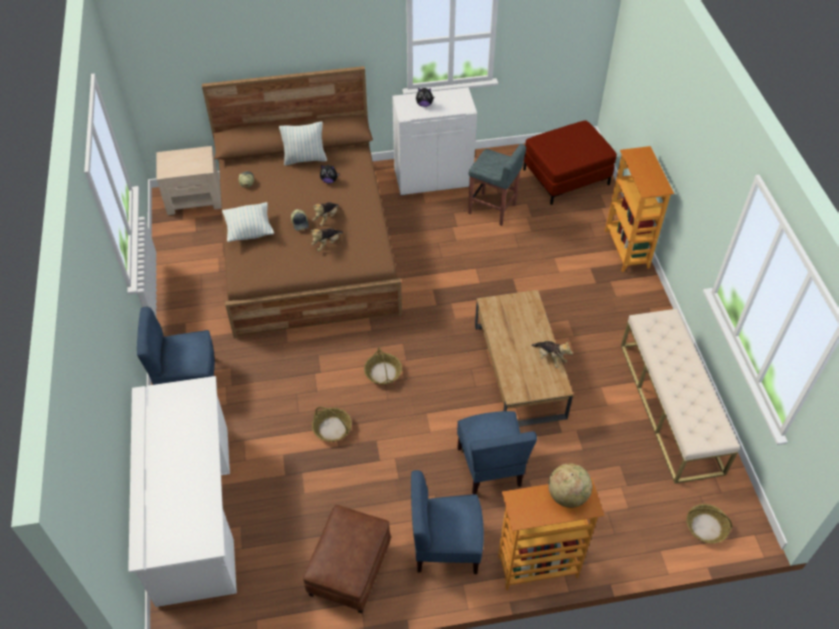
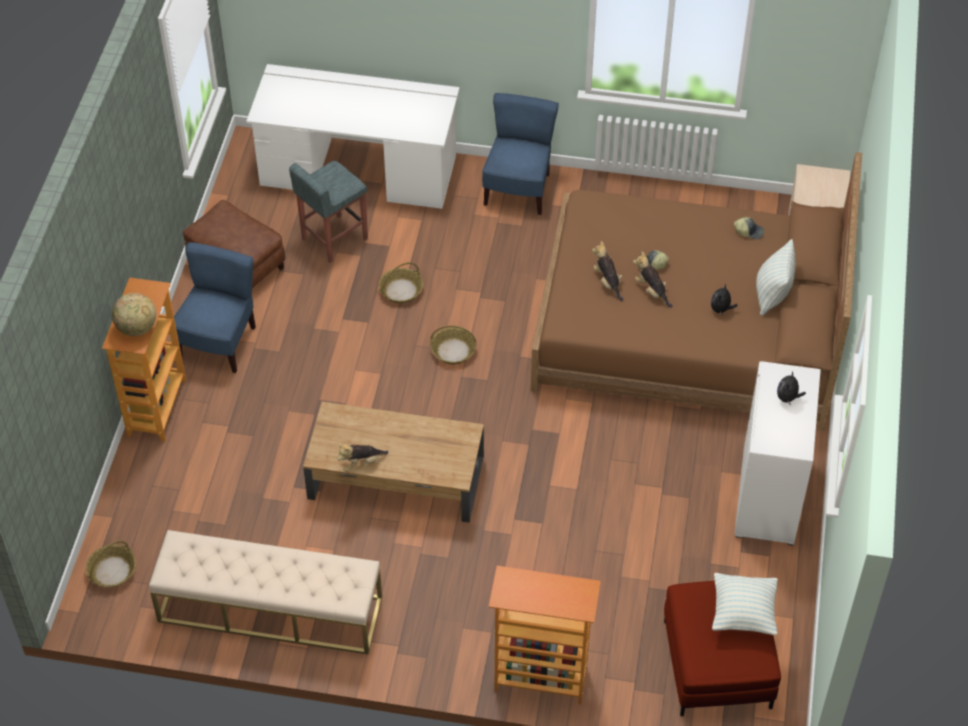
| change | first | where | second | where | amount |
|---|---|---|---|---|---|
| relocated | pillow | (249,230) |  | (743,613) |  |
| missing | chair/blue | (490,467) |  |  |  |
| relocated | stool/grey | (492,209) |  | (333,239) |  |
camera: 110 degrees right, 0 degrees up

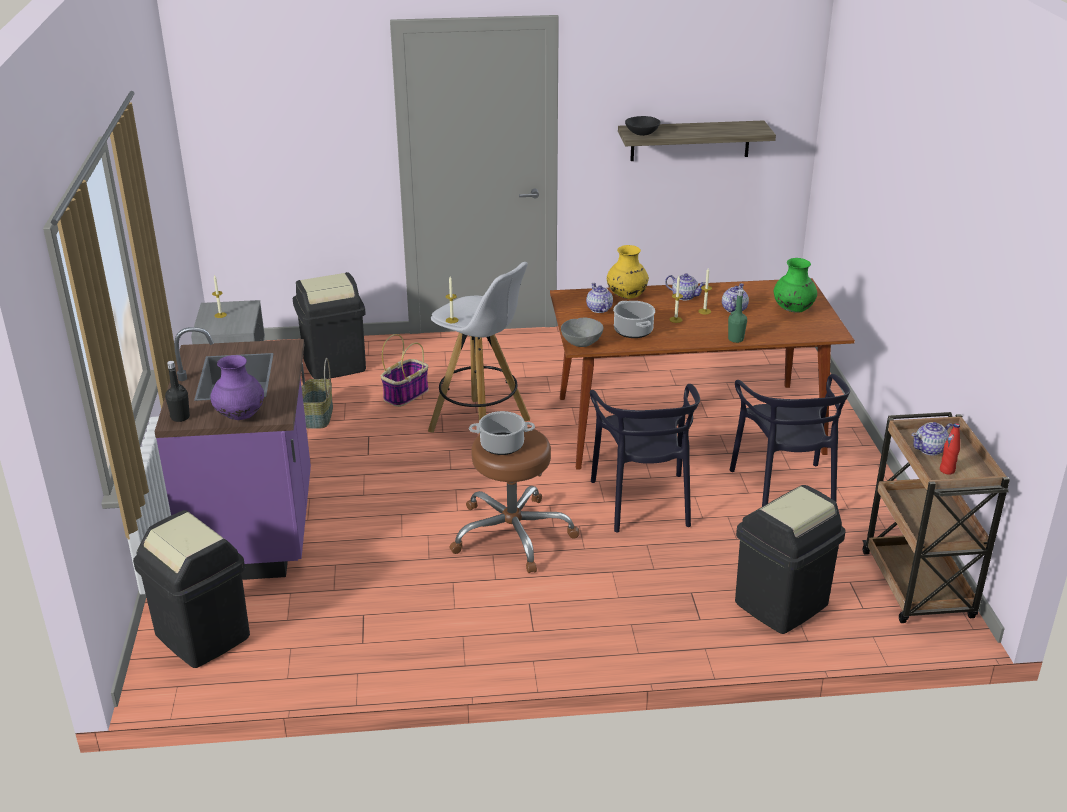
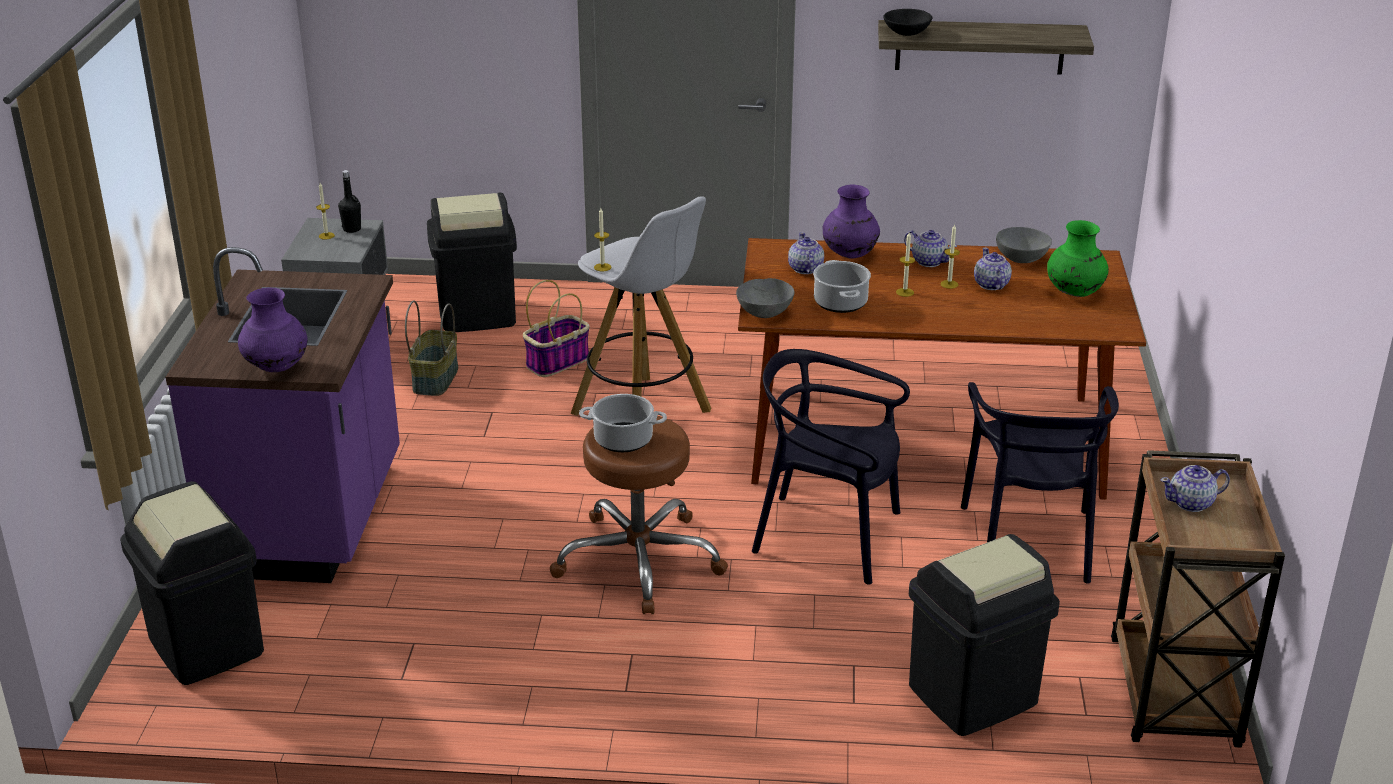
| change | first | where | second | where | amount |
|---|---|---|---|---|---|
| relocated | bottle/black | (180,417) |  | (352,229) |  |
| spun | chair/black | (643,501) |  | (828,536) | 105 degrees clockwise |
| colour | vase/yellow | (626,296) | vase/purple | (849,254) |  |
| spun | teapot | (734,309) |  | (991,285) | 45 degrees counterclockwise |
| missing | bottle/green | (735,339) |  |  |  |
| missing | bottle/red | (947,470) |  |  |  |
| appeared |  |  | bowl/grey | (1021,258) |  |
camera: 10 degrees right, 0 degrees up

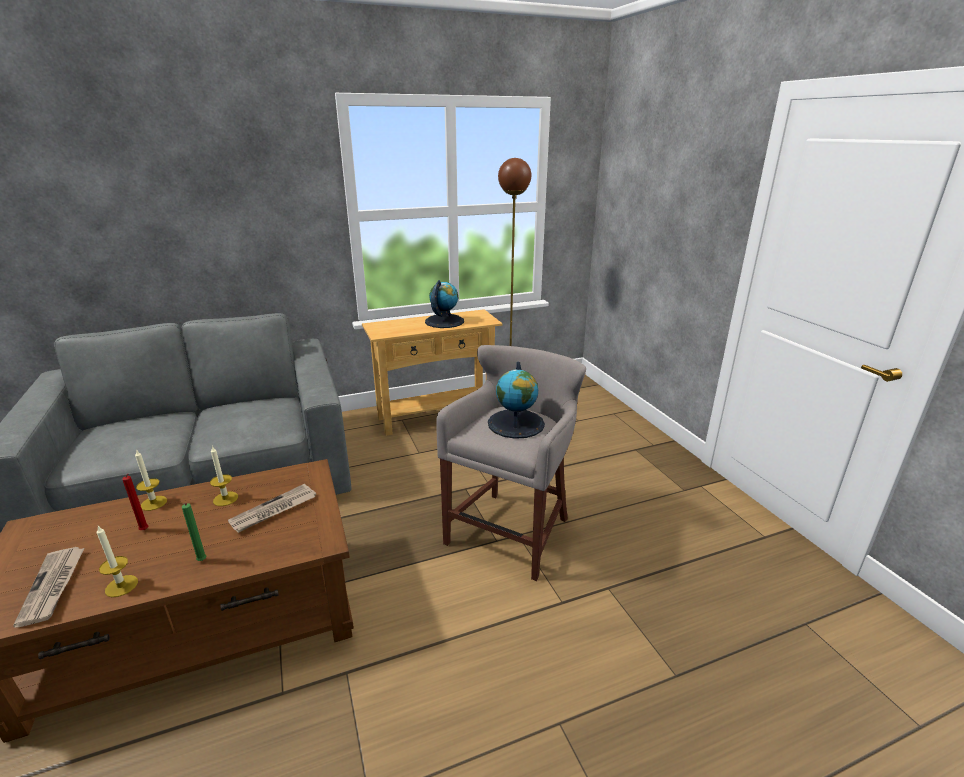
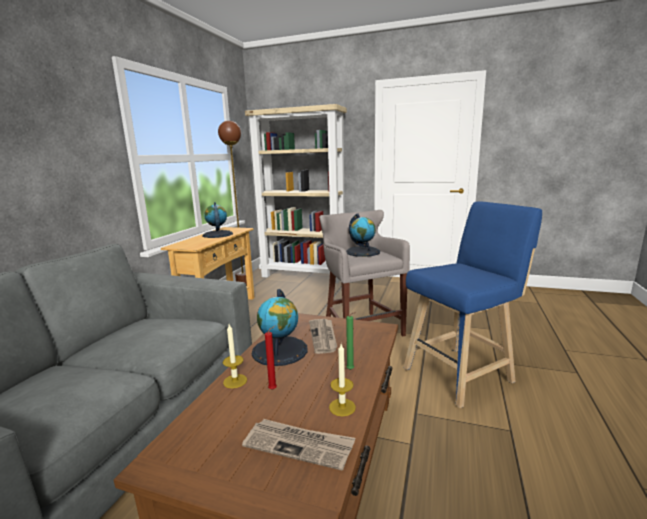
| change | first | where | second | where | amount |
|---|---|---|---|---|---|
| exchanged | candle | (225,499) | globe | (280,350) |  |
| appeared |  |  | bookcase/beige | (304,275) |  |
| appeared |  |  | stool/blue | (461,373) |  |
camera: 50 degrees left, 10 degrees down

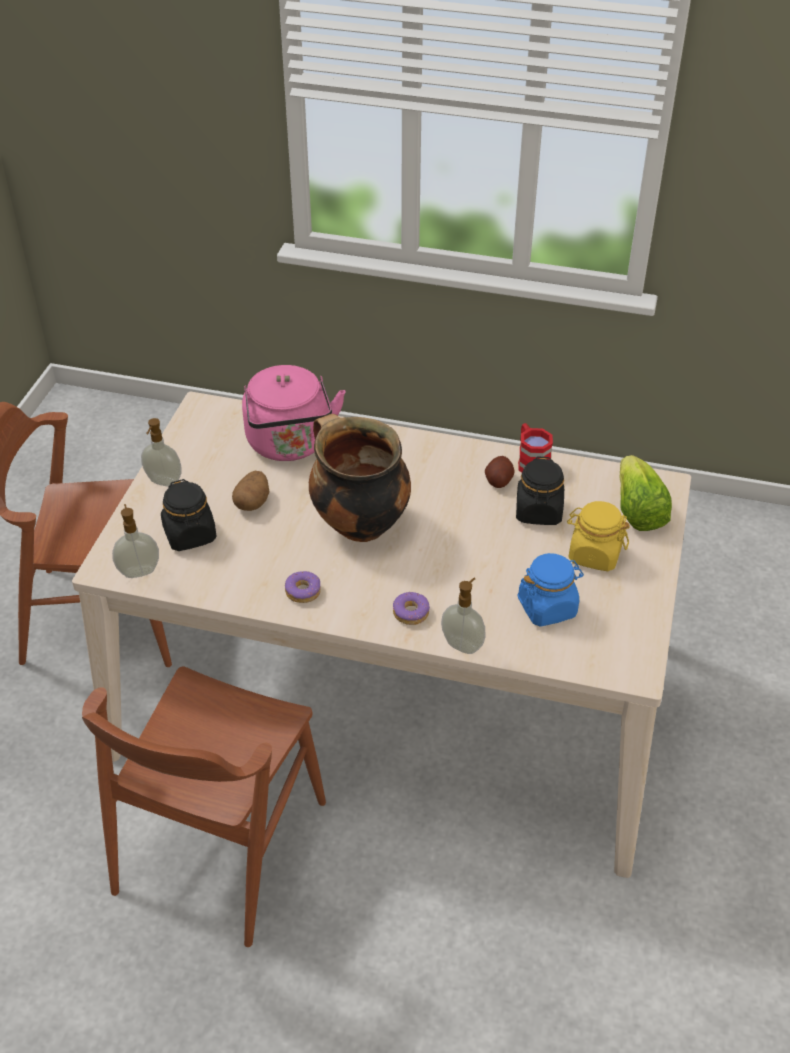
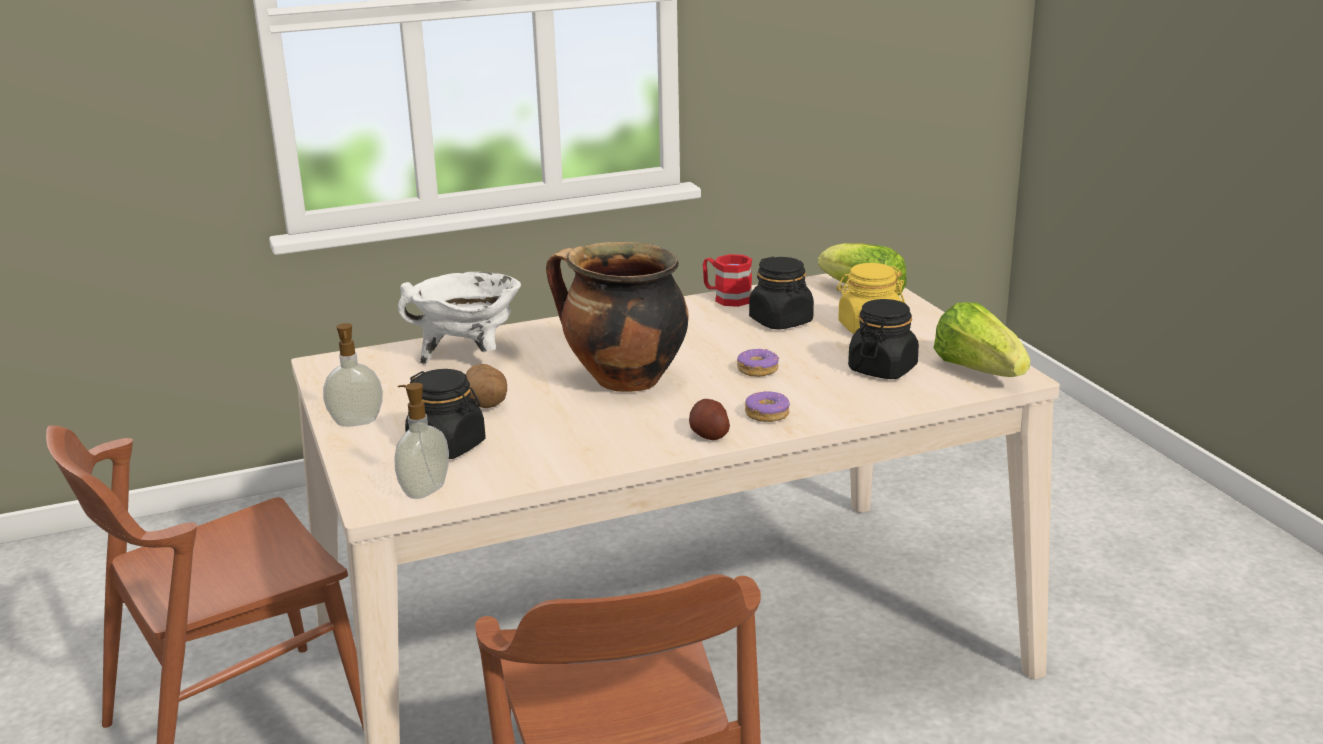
| change | first | where | second | where | amount |
|---|---|---|---|---|---|
| exchanged | kettle/pink | (290,445) | cooking pot/white | (469,357) |  |
| relocated | donut | (303,591) |  | (757,370) |  |
| missing | soap dispenser | (463,644) |  |  |  |
| relocated | potato | (498,480) |  | (709,435) |  |
| colour | jar/blue | (547,607) | jar/black | (882,369) |  |
| appeared |  |  | lettuce | (978,371) |  |
camera: 35 degrees left, 20 degrees down

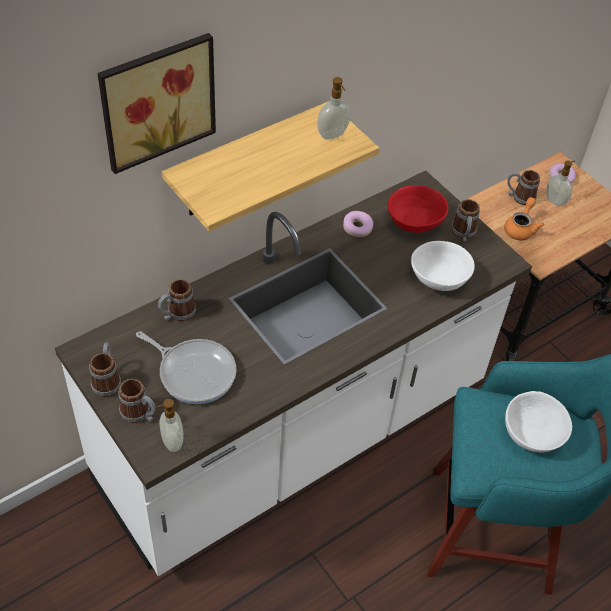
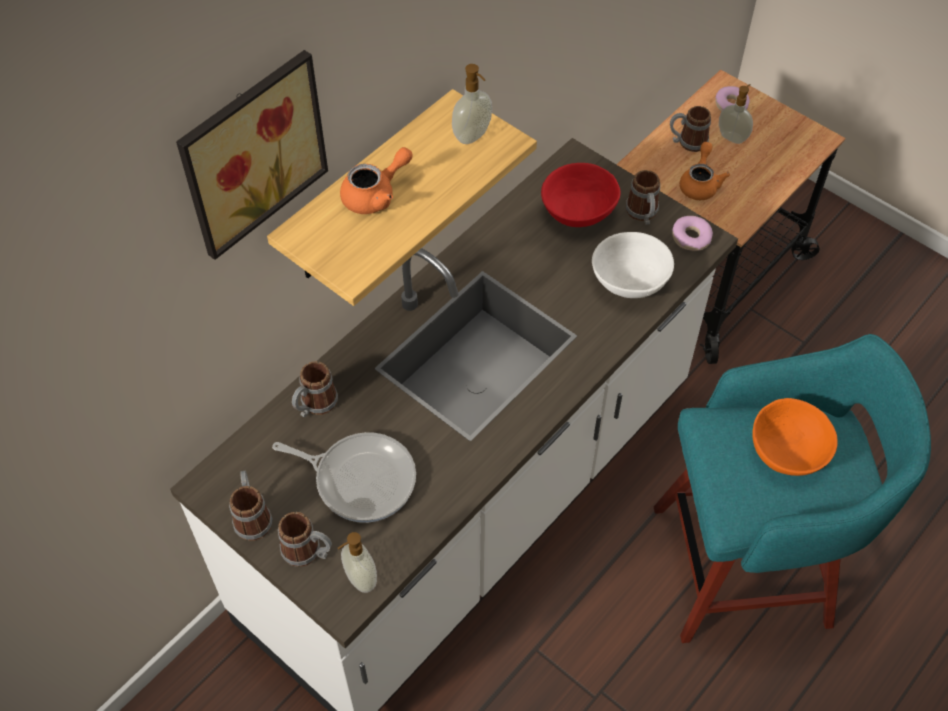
| change | first | where | second | where | amount |
|---|---|---|---|---|---|
| relocated | donut | (357,228) |  | (691,238) |  |
| colour | bowl/white | (531,433) | bowl/orange | (786,451) |  |
| appeared |  |  | teapot/orange | (375,195) |  |
camera: 10 degrees left, 5 degrees up

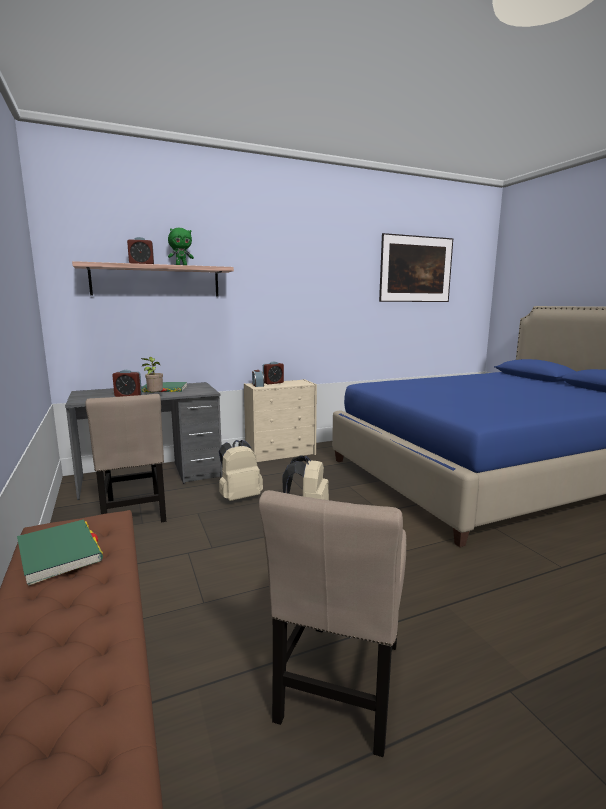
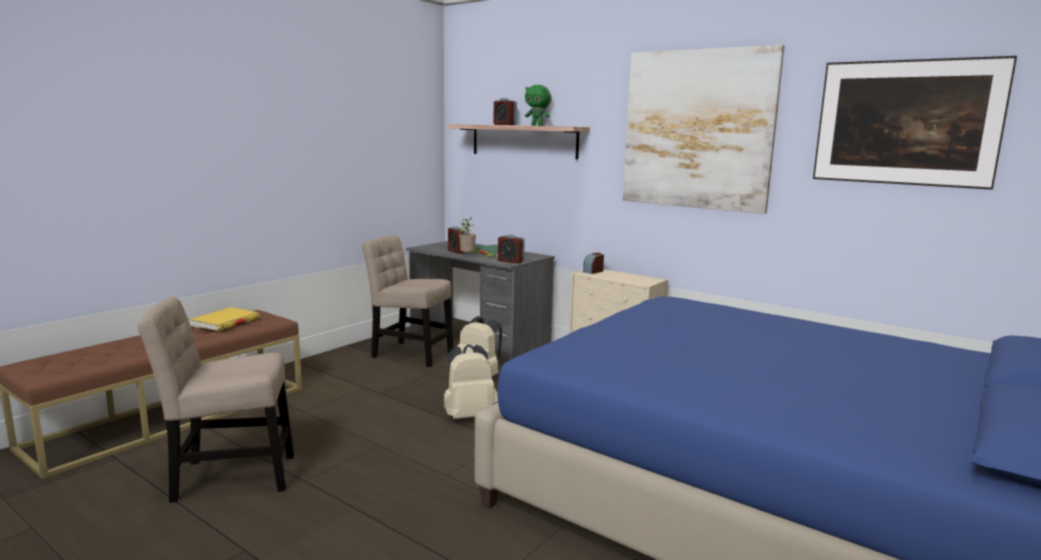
| change | first | where | second | where | amount |
|---|---|---|---|---|---|
| colour | book/green | (59,553) | book/yellow | (225,322) |  |
| spun | chair/beige | (134,512) |  | (409,354) | 75 degrees clockwise |
| relocated | alarm clock | (273,383) |  | (510,261) |  |
| appeared |  |  | picture | (697,130) |  |
camera: 60 degrees right, 0 degrees up

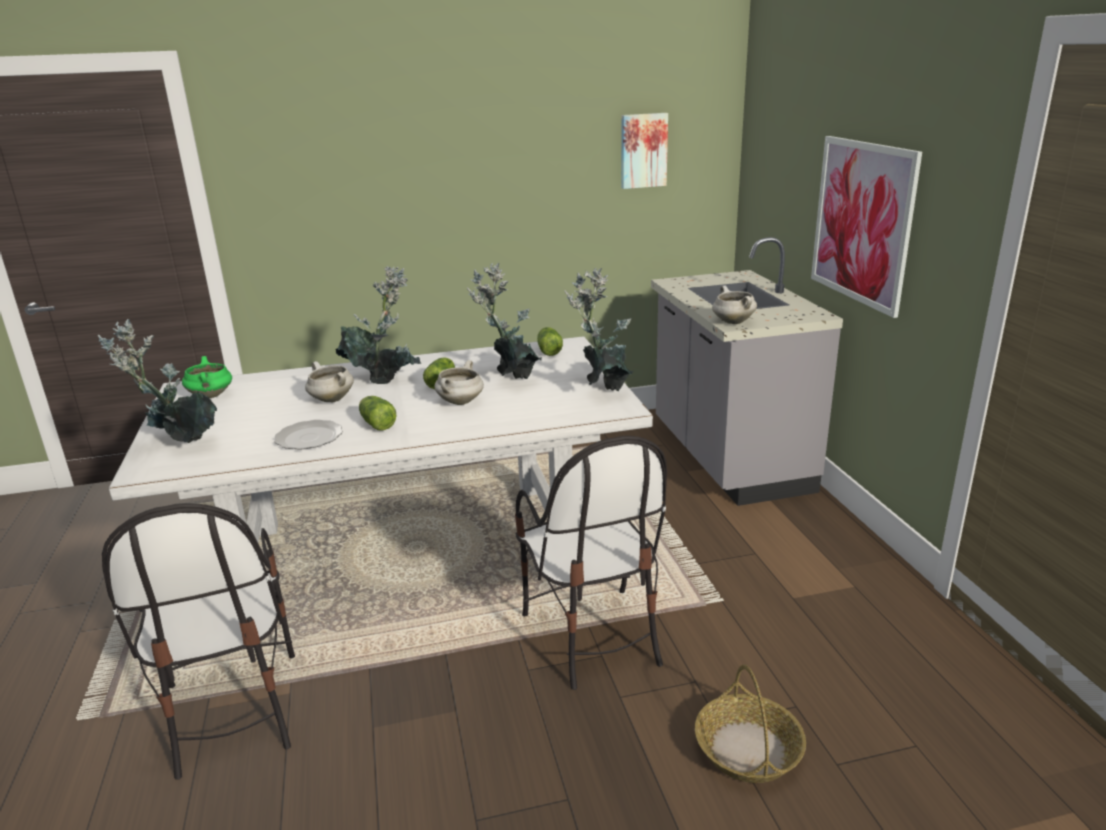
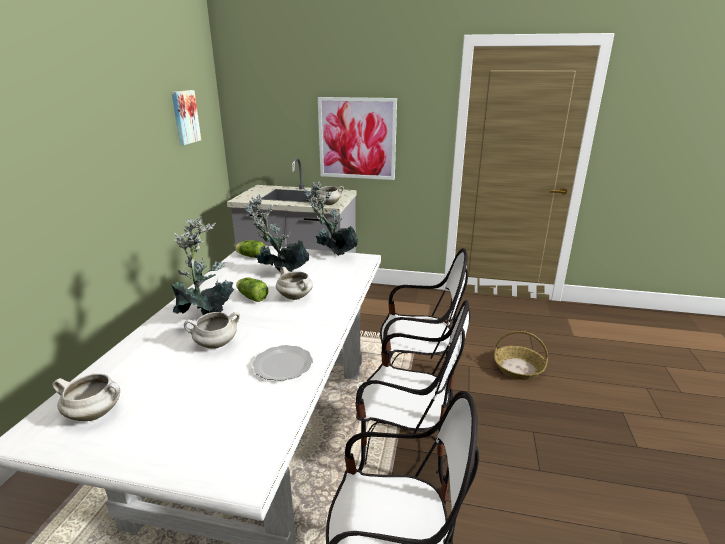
| change | first | where | second | where | amount |
|---|---|---|---|---|---|
| missing | potted plant | (179,446) |  |  |  |
| colour | cooking pot/green | (211,396) | cooking pot/white | (96,413) |  |
| missing | lettuce | (376,423) |  |  |  |
| appeared |  |  | chair | (406,455) |  |
camera: 65 degrees left, 0 degrees up

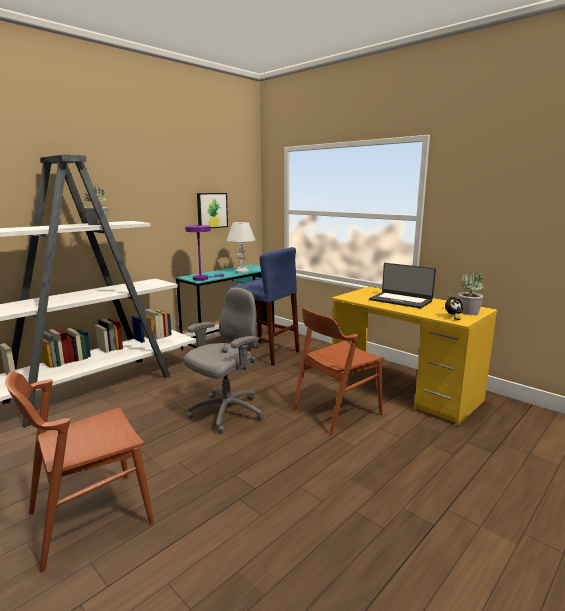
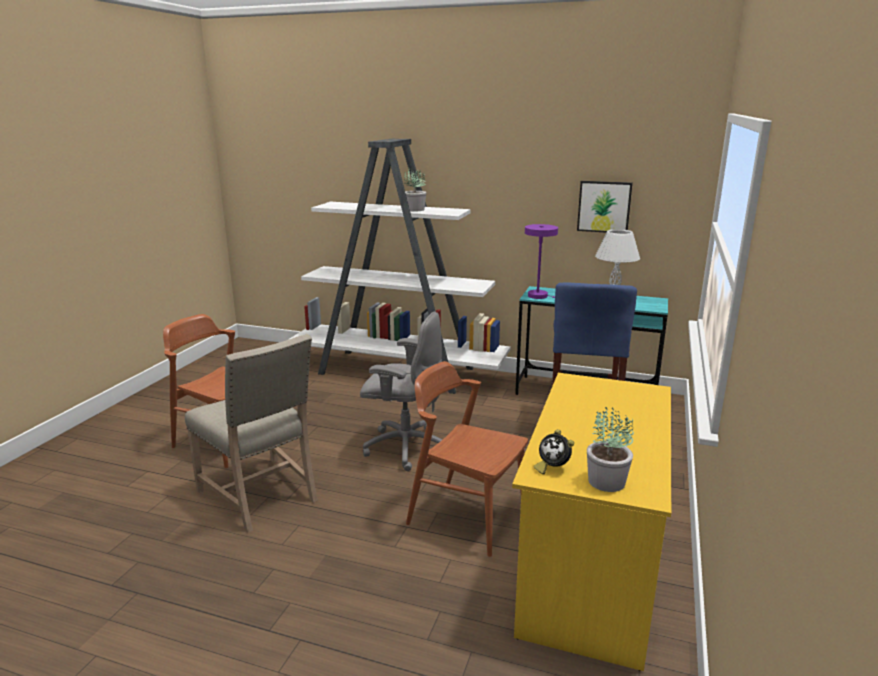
| change | first | where | second | where | amount |
|---|---|---|---|---|---|
| missing | laptop | (401,300) |  |  |  |
| appeared |  |  | chair/beige | (261,496) |  |
camera: 65 degrees right, 5 degrees up

